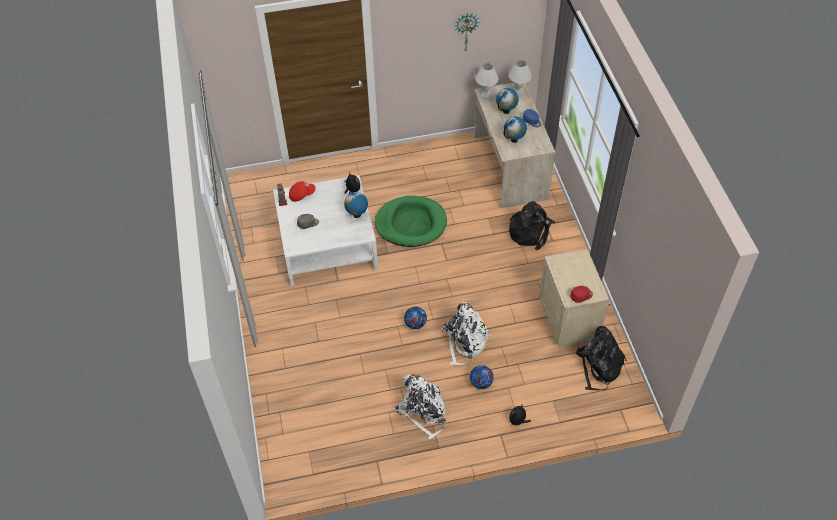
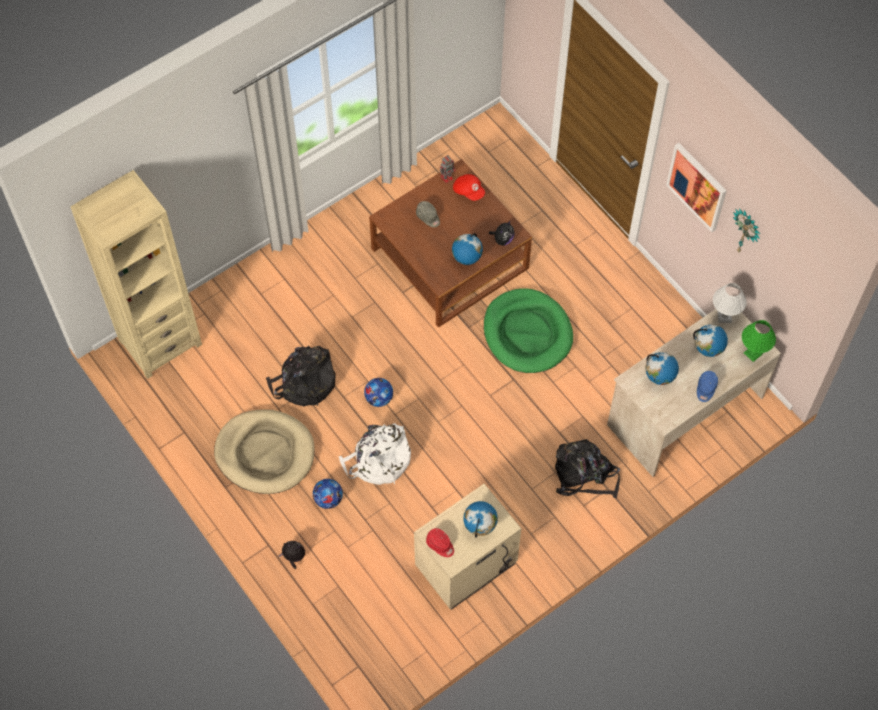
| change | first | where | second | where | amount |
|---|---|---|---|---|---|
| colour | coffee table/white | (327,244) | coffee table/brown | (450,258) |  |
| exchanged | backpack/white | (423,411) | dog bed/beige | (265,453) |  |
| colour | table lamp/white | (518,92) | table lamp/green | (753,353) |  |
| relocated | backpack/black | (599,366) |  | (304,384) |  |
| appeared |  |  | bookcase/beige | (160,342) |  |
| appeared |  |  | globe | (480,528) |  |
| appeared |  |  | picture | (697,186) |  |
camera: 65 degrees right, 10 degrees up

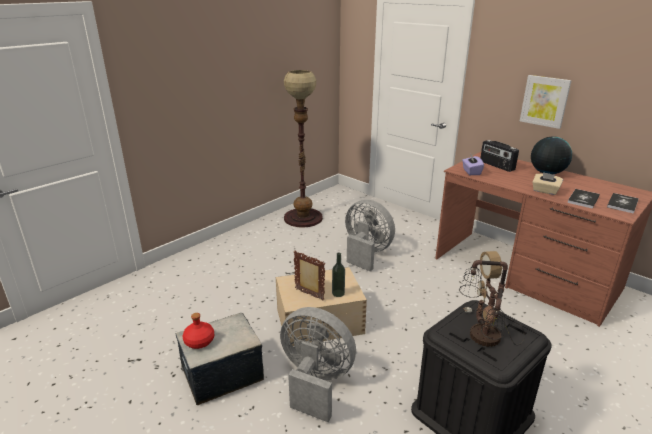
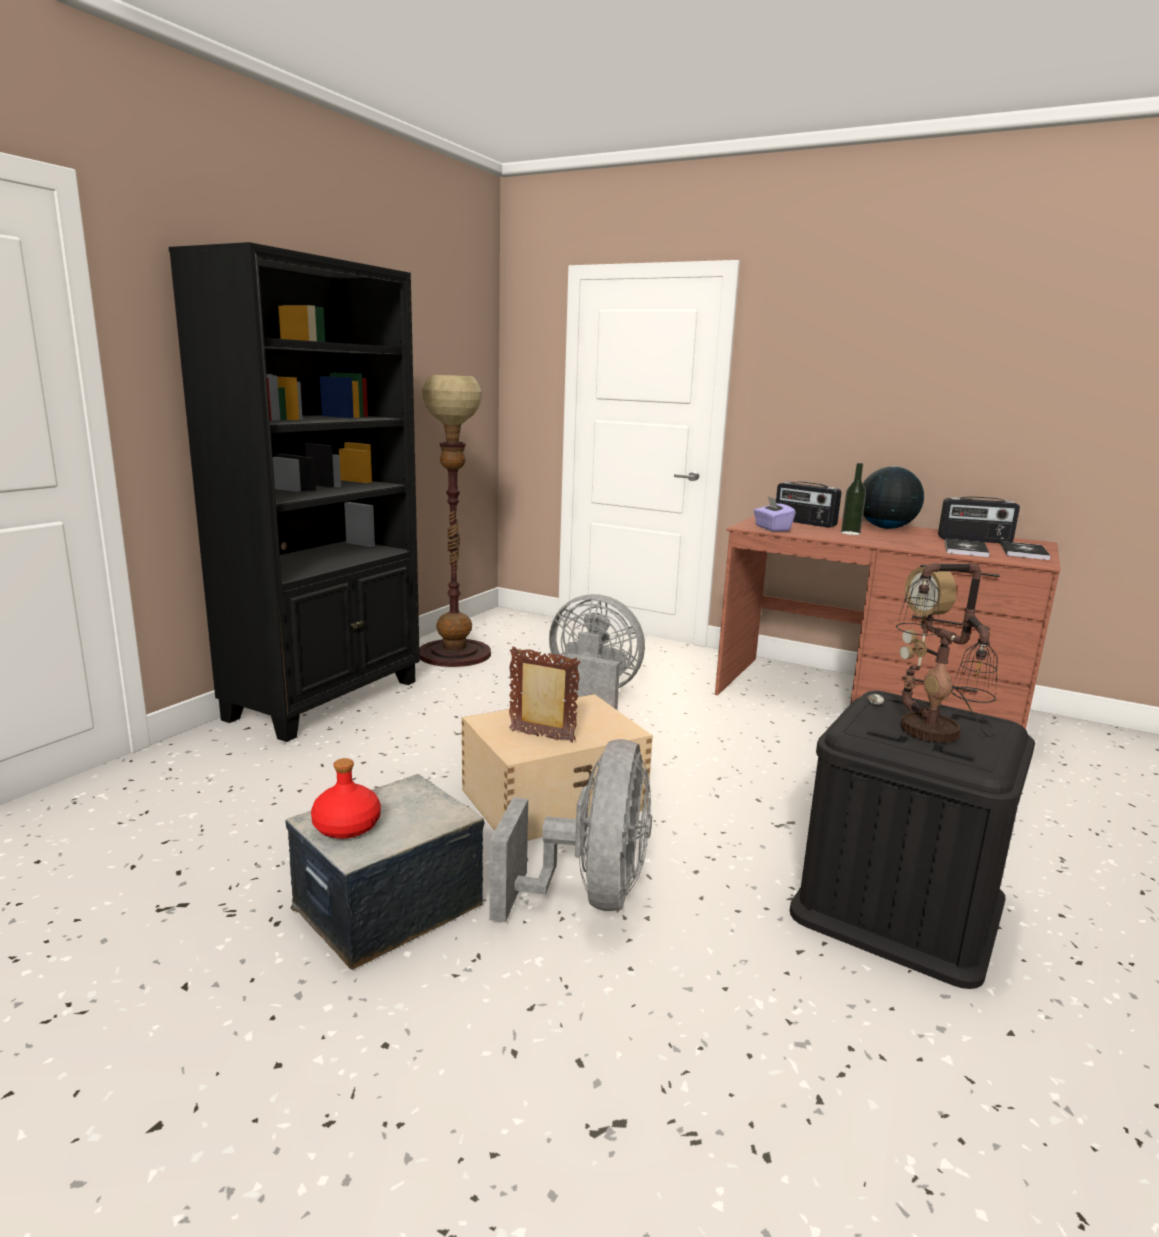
| change | first | where | second | where | amount |
|---|---|---|---|---|---|
| spun | fan/grey | (315,382) |  | (589,895) | 90 degrees clockwise |
| relocated | bottle | (338,293) |  | (850,533) |  |
| missing | picture | (545,101) |  |  |  |
| missing | tissue box/beige | (545,191) |  |  |  |
| appeared |  |  | bookcase/black | (327,699) |  |
| appeared |  |  | radio | (974,540) |  |
camera: 15 degrees left, 10 degrees down

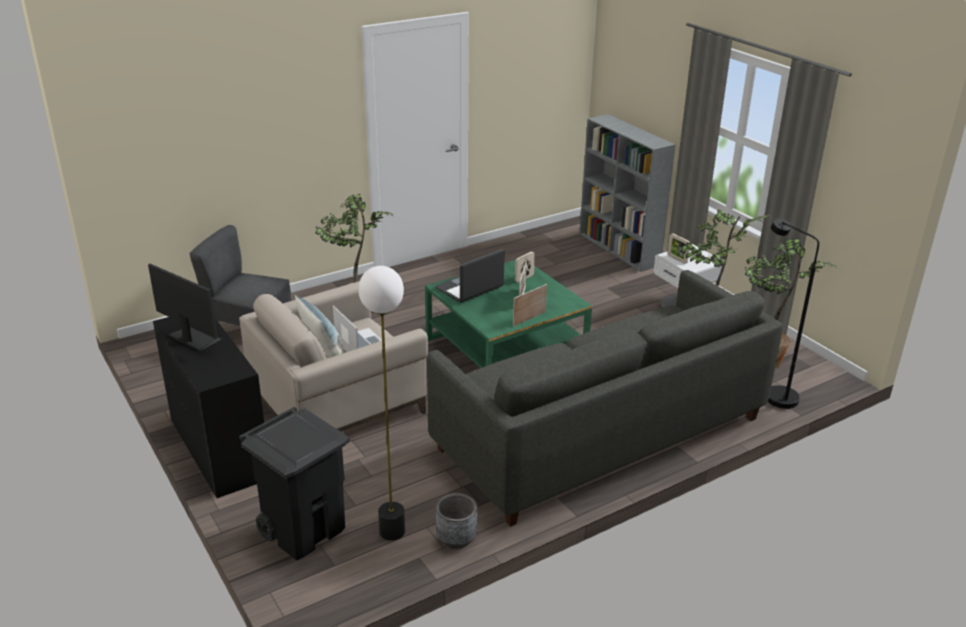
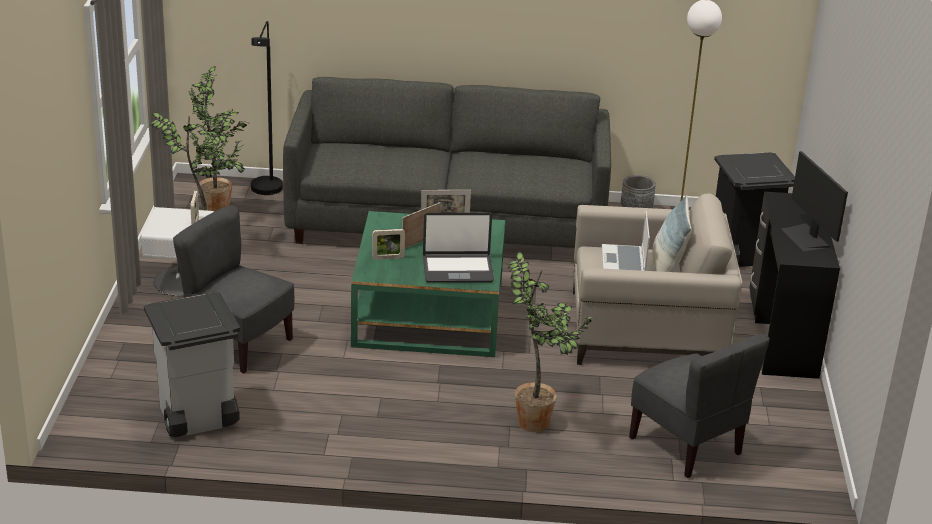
| change | first | where | second | where | amount |
|---|---|---|---|---|---|
| missing | bookcase/grey | (619,249) |  |  |  |
| appeared |  |  | trash can/grey | (196,418) |  |
| appeared |  |  | chair/grey | (238,344) |  |
camera: 145 degrees left, 0 degrees up

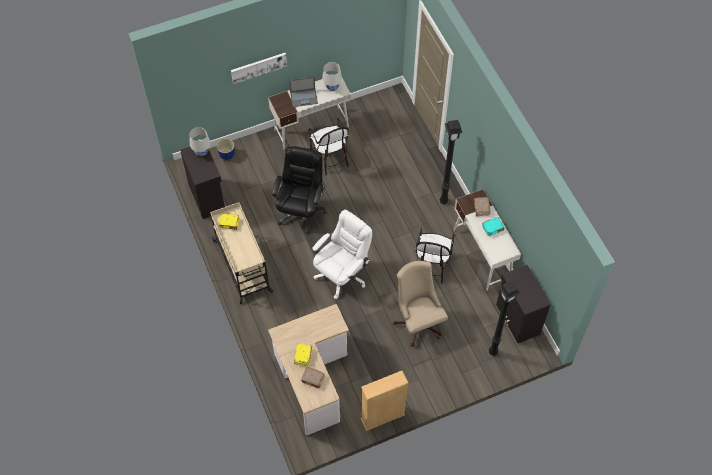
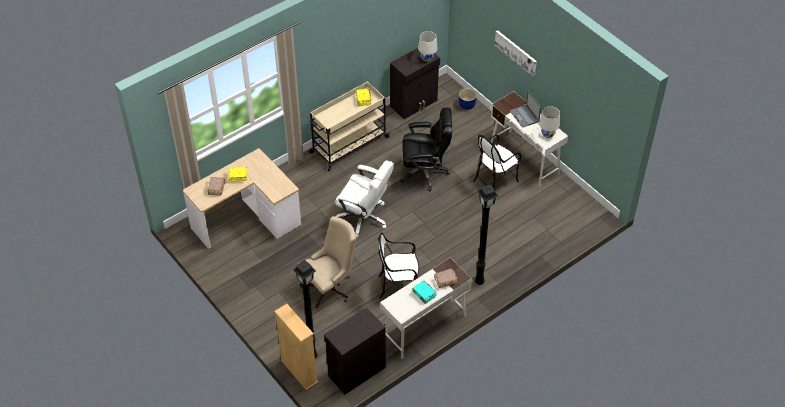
| change | first | where | second | where | amount |
|---|---|---|---|---|---|
| relocated | bookcase/beige | (382,417) |  | (299,371) |  |
camera: 75 degrees right, 10 degrees down

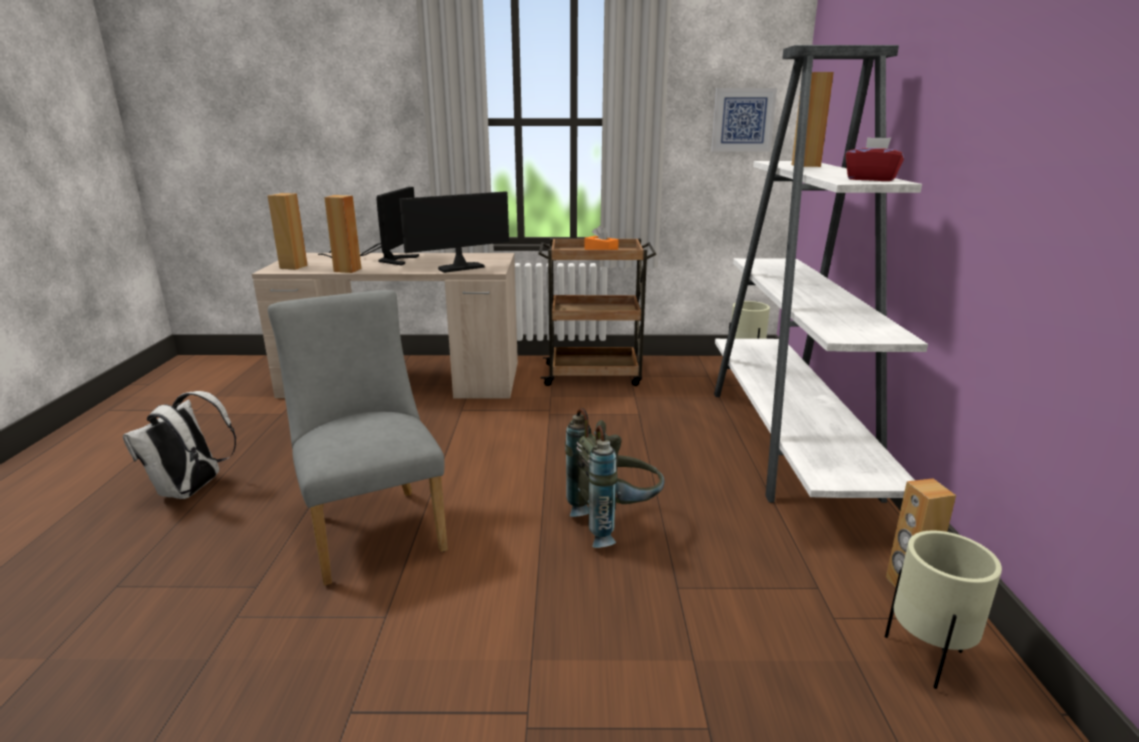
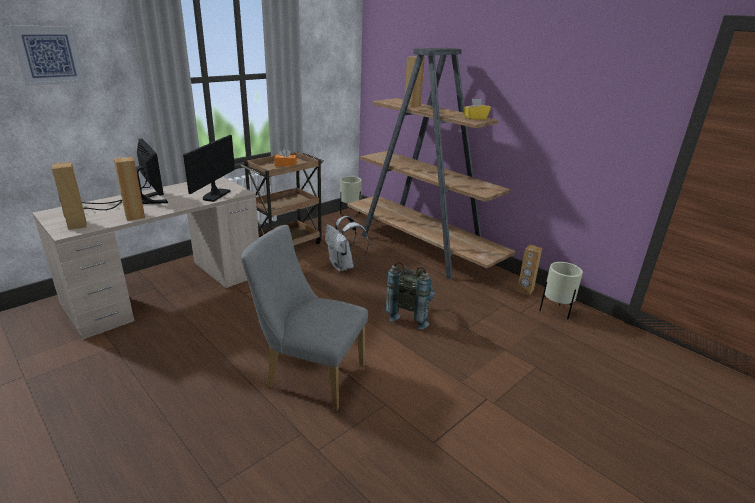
| change | first | where | second | where | amount |
|---|---|---|---|---|---|
| relocated | backpack/white | (192,490) |  | (343,266) |  |
| relocated | picture | (743,120) |  | (48,55) |  |
| colour | bookcase/white | (788,442) | bookcase/brown | (422,249) |  |
| colour | tissue box/red | (871,179) | tissue box/yellow | (475,118) |  |
camera: 45 degrees left, 5 degrees up

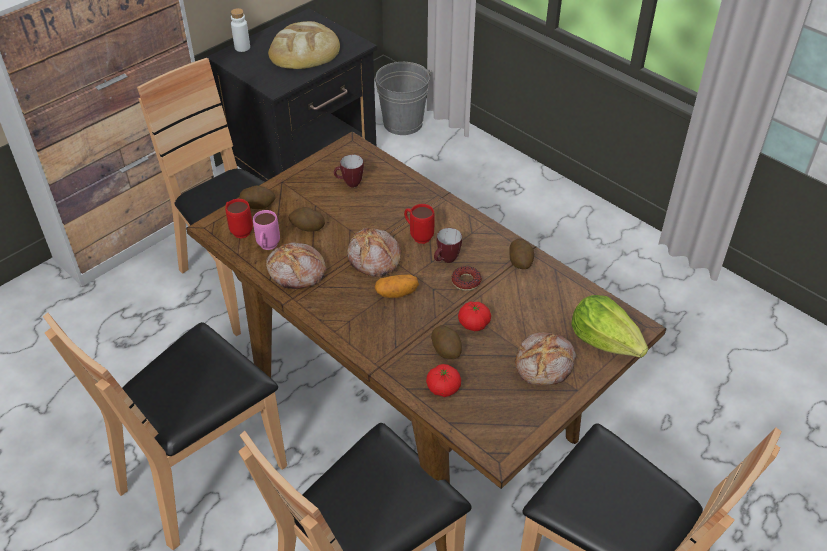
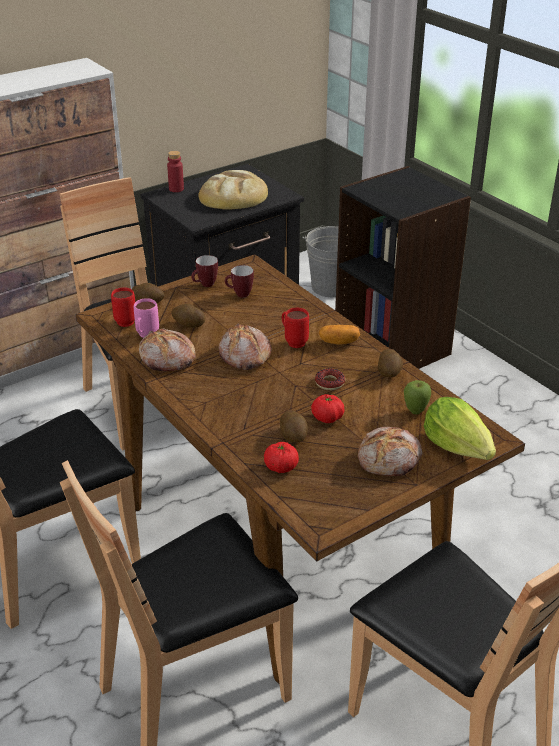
| change | first | where | second | where | amount |
|---|---|---|---|---|---|
| colour | bottle/white | (242,47) | bottle/red | (176,189) |  |
| relocated | potato | (396,293) |  | (339,342) |  |
| relocated | mug | (446,260) |  | (205,285) |  |
| appeared |  |  | bookcase/black | (393,348) |  |
| appeared |  |  | apple | (415,411) |  |
camera: 10 degrees right, 10 degrees down

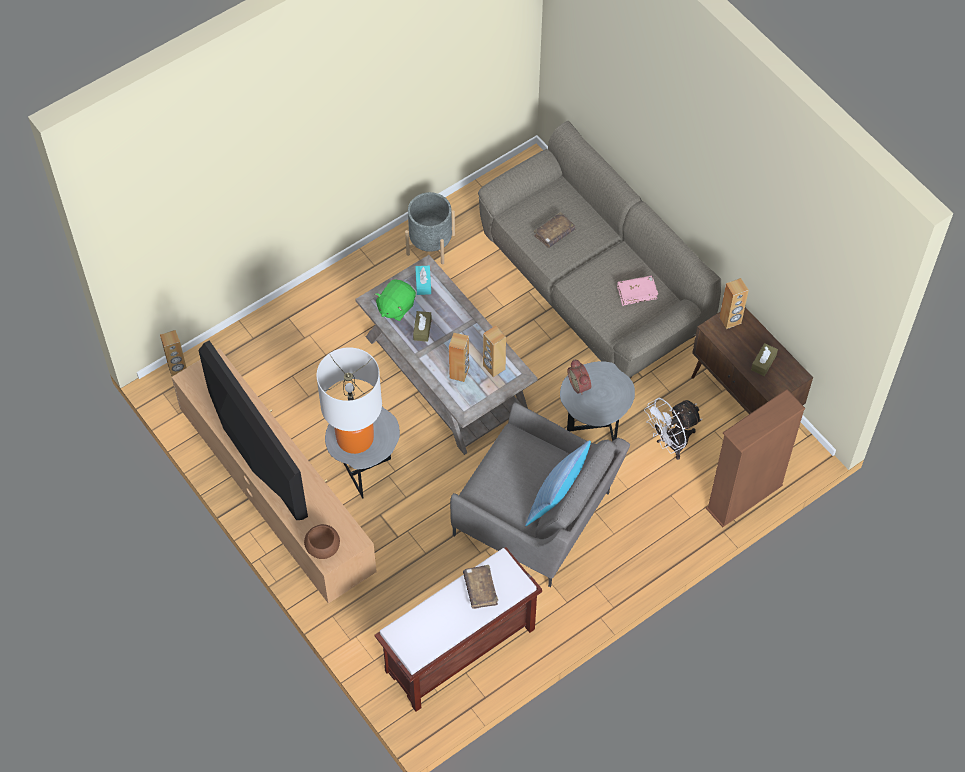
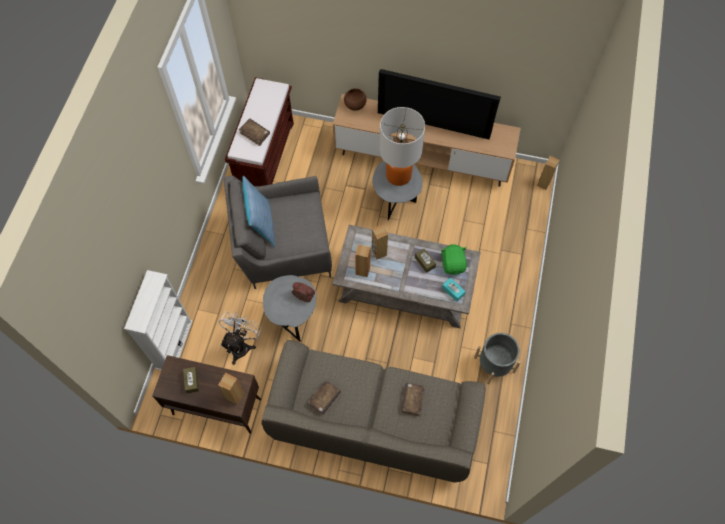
| change | first | where | second | where | amount |
|---|---|---|---|---|---|
| colour | book/pink | (637,293) | book/brown | (324,398) |  |
| colour | bookcase/brown | (744,497) | bookcase/white | (174,344) |  |
camera: 140 degrees right, 5 degrees up

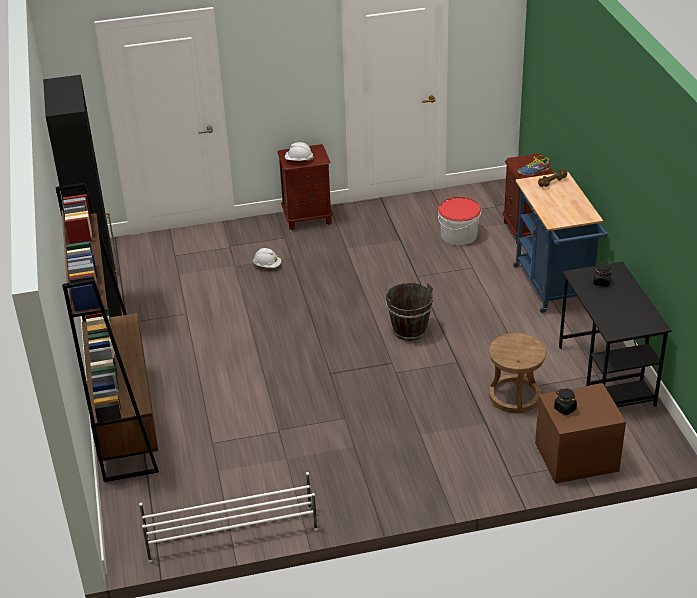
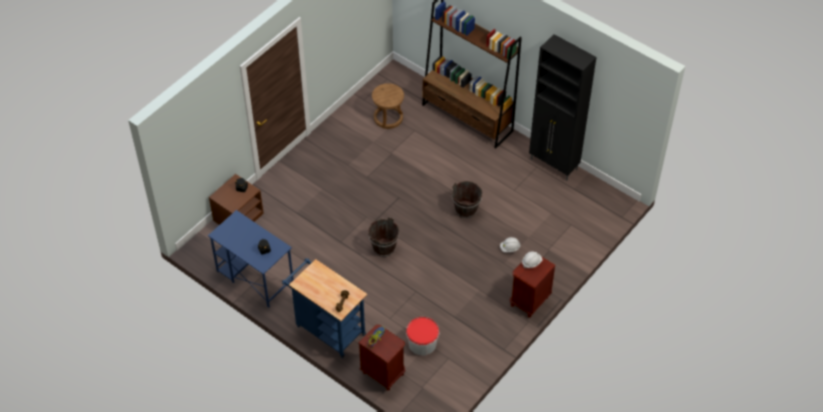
| change | first | where | second | where | amount |
|---|---|---|---|---|---|
| missing | shoe rack/white | (230,534) |  |  |  |
| relocated | stool/brown | (514,396) |  | (388,118) |  |
| colour | desk/black | (606,376) | desk/blue | (254,277) |  |
| appeared |  |  | bucket/brown | (466,210) |  |
camera: 140 degrees right, 15 degrees up

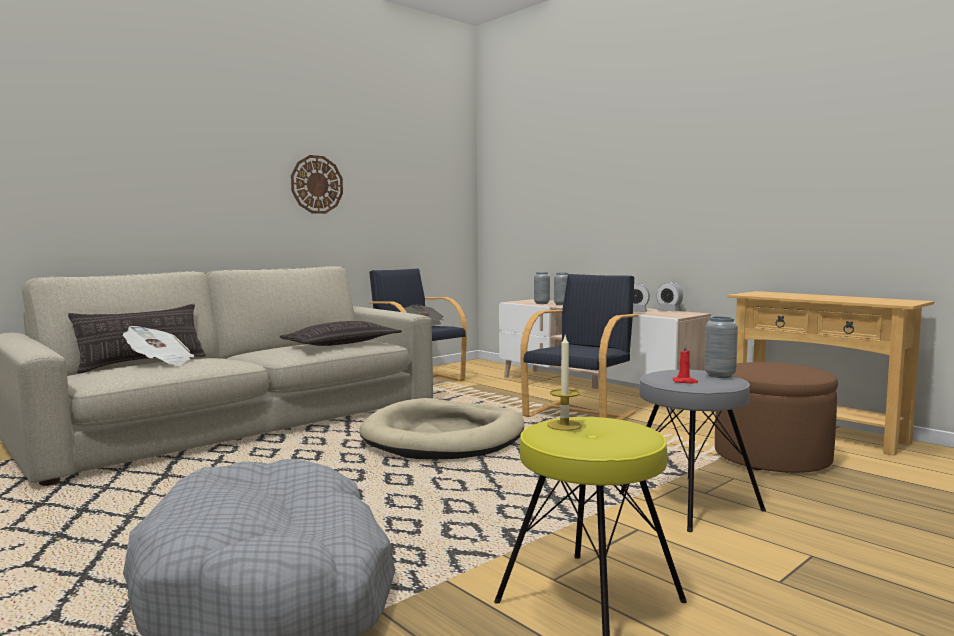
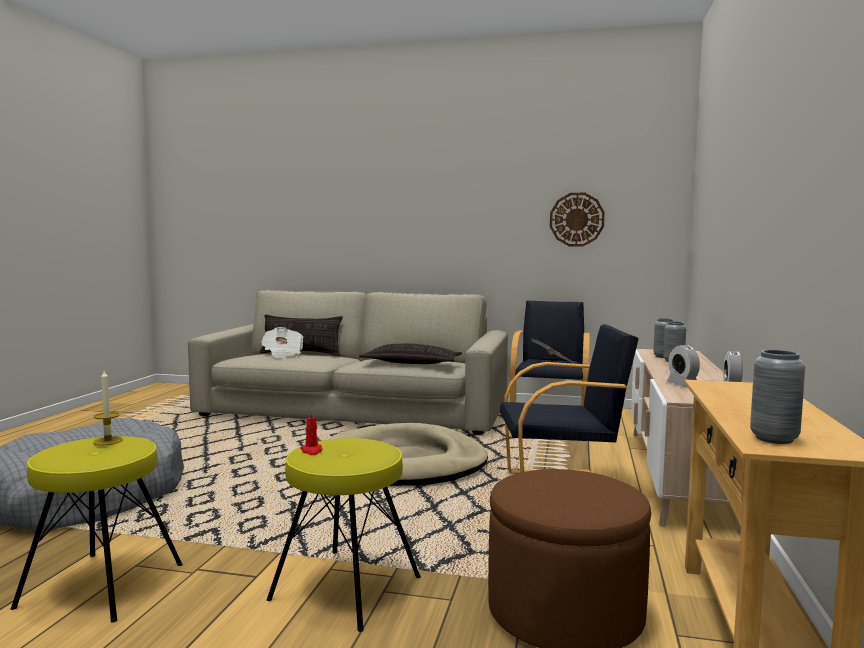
| change | first | where | second | where | amount |
|---|---|---|---|---|---|
| relocated | wall clock | (317,184) |  | (576,219) |  |
| colour | stool/grey | (691,502) | stool/yellow | (346,588) |  |
| relocated | vase/grey | (720,375) |  | (774,439) |  |
camera: 55 degrees right, 0 degrees up

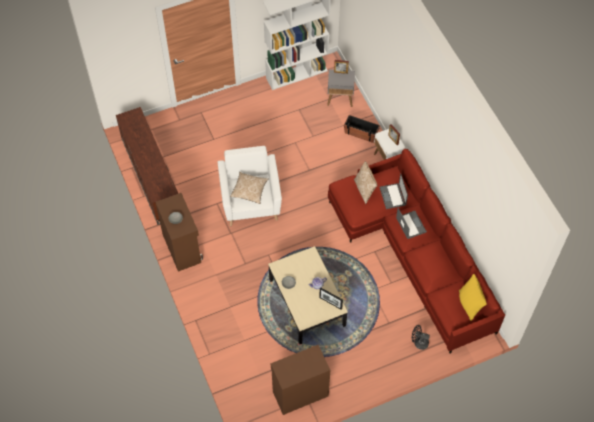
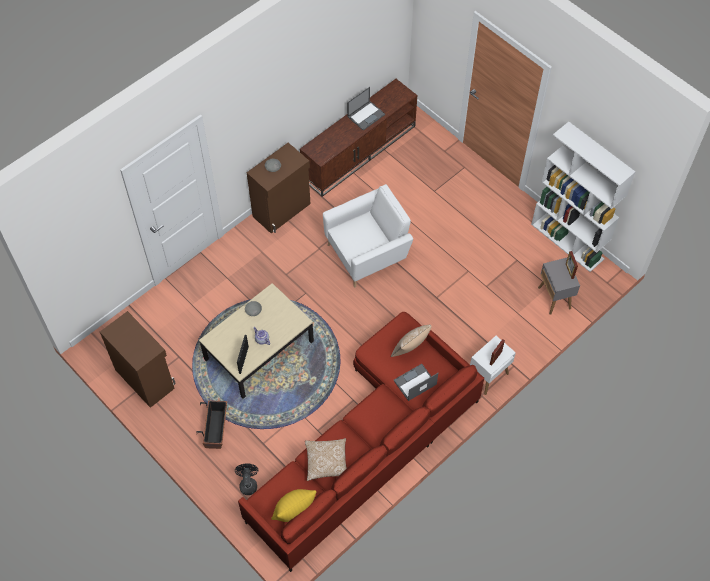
| change | first | where | second | where | amount |
|---|---|---|---|---|---|
| relocated | pillow | (249,191) |  | (326,462) |  |
| relocated | planter | (361,133) |  | (216,429) |  |
| relocated | laptop | (410,224) |  | (366,115) |  |
camera: 70 degrees right, 0 degrees up

